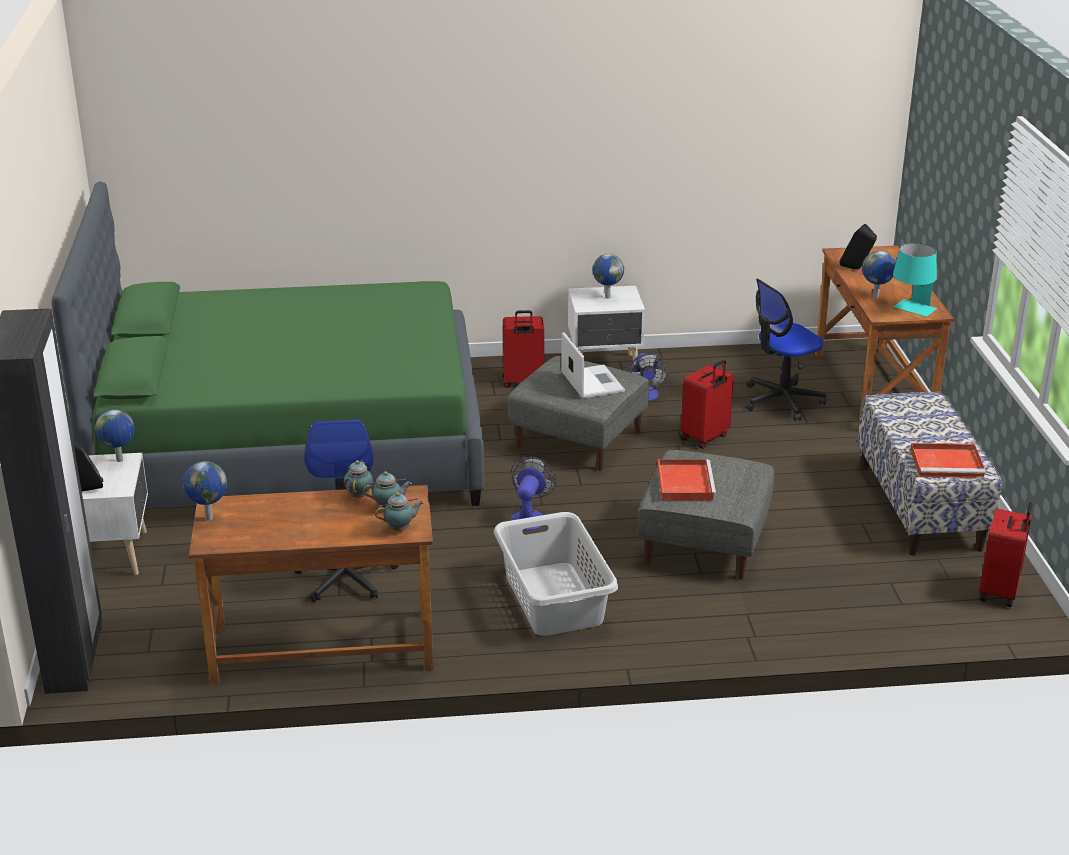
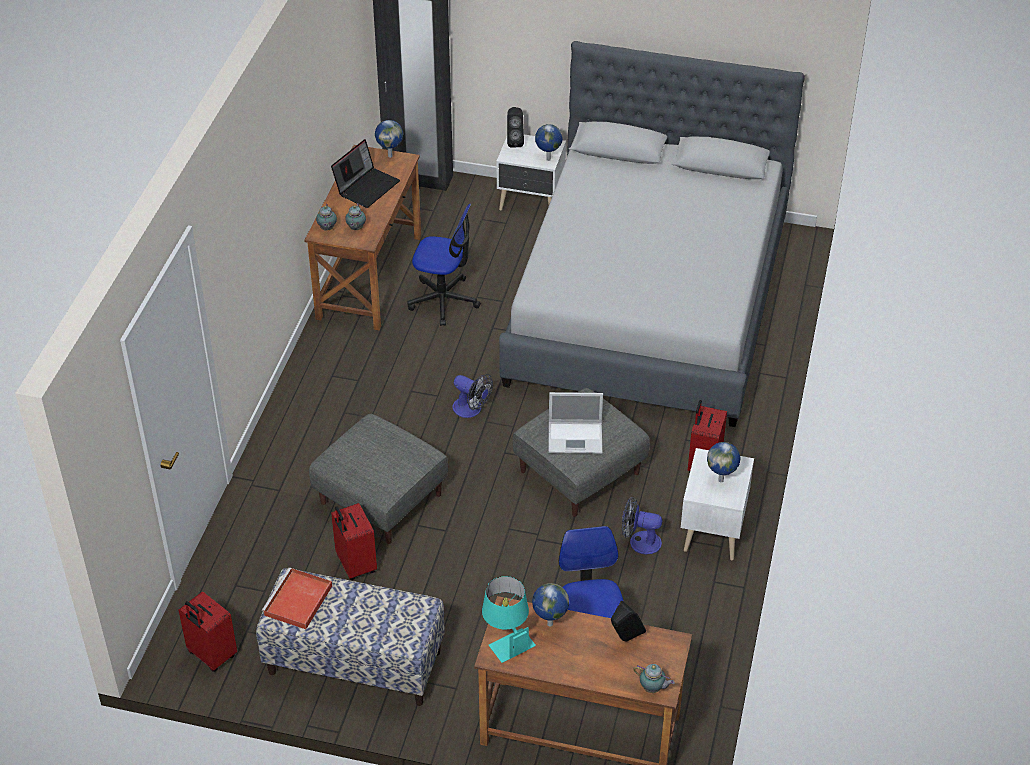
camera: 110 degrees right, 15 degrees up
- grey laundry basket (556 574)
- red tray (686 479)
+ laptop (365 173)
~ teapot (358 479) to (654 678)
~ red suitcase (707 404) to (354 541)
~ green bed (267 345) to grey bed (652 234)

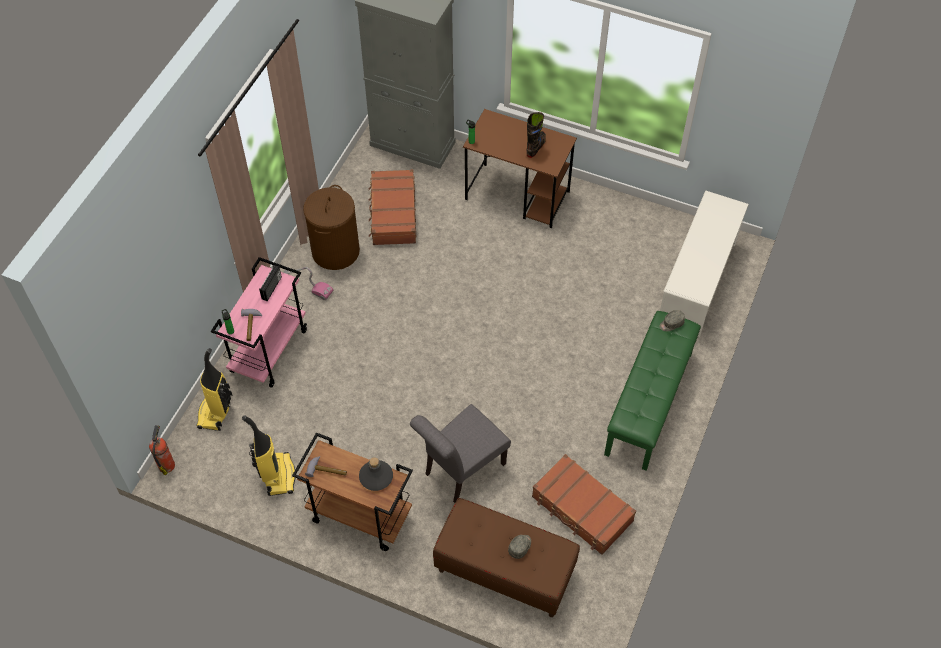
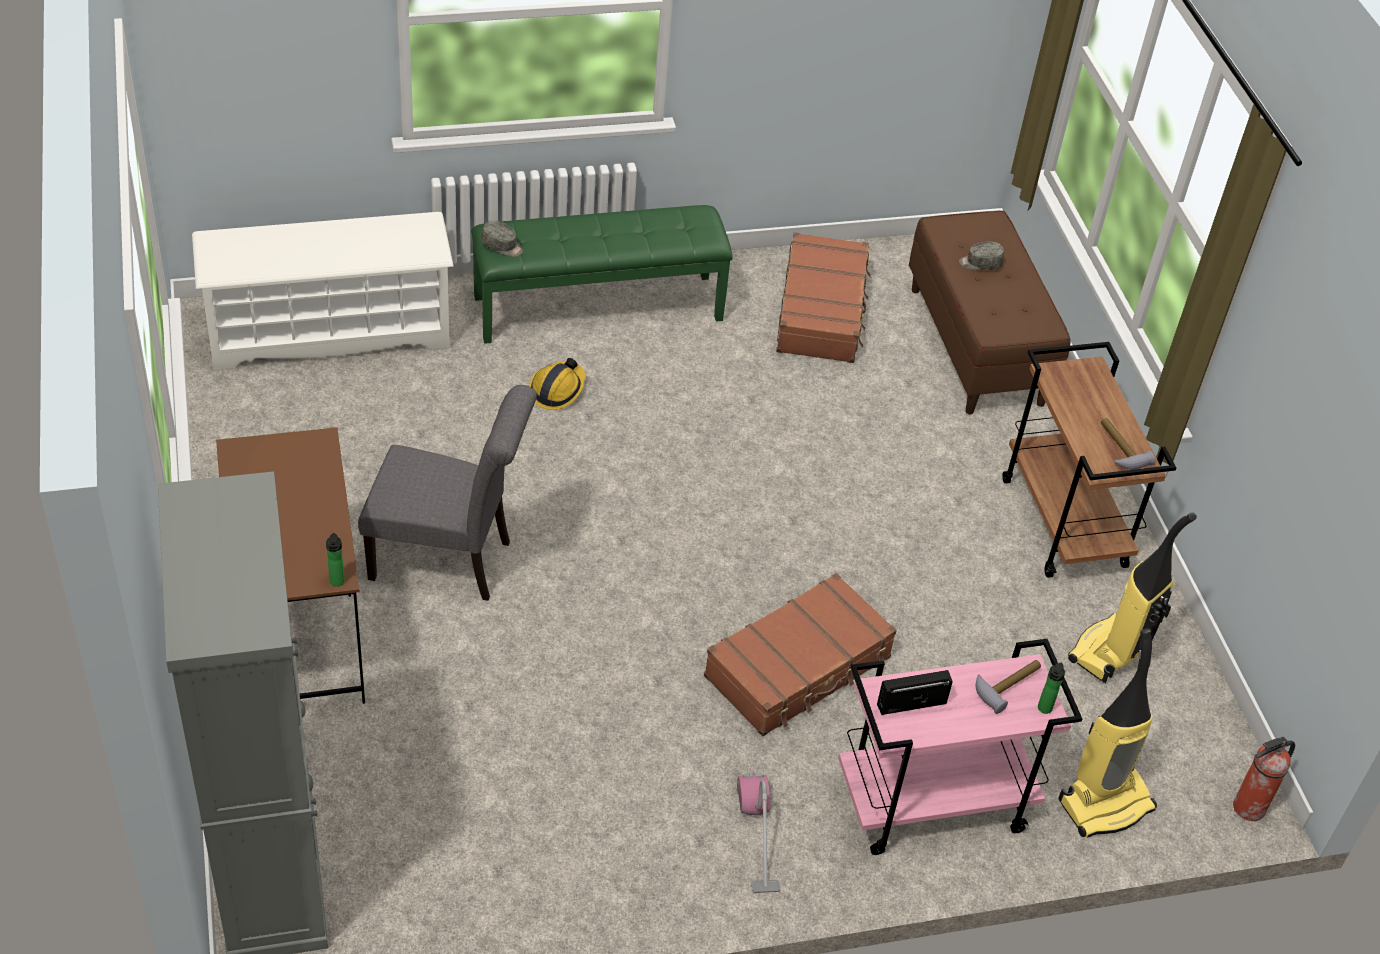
camera: 130 degrees left, 10 degrees down
- brown laundry basket (331 227)
- grey bottle (376 474)
- black boot (536 135)
+ hard hat (557 384)
~ brown suitcase (392 207) to (800 654)
~ grey chair (460 453) to (447 493)

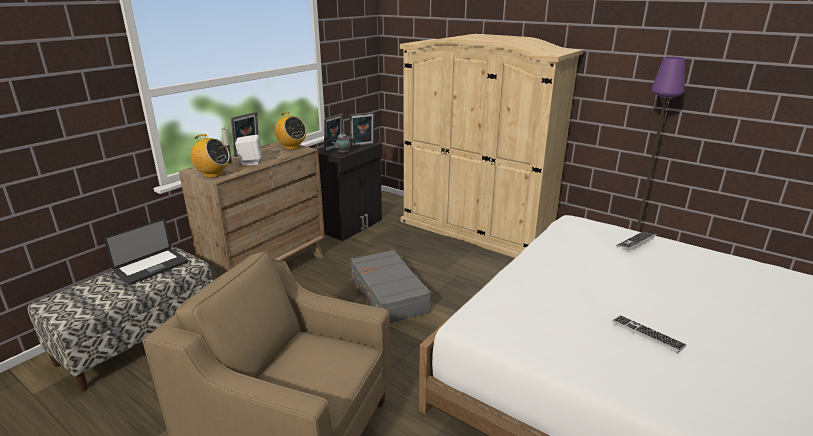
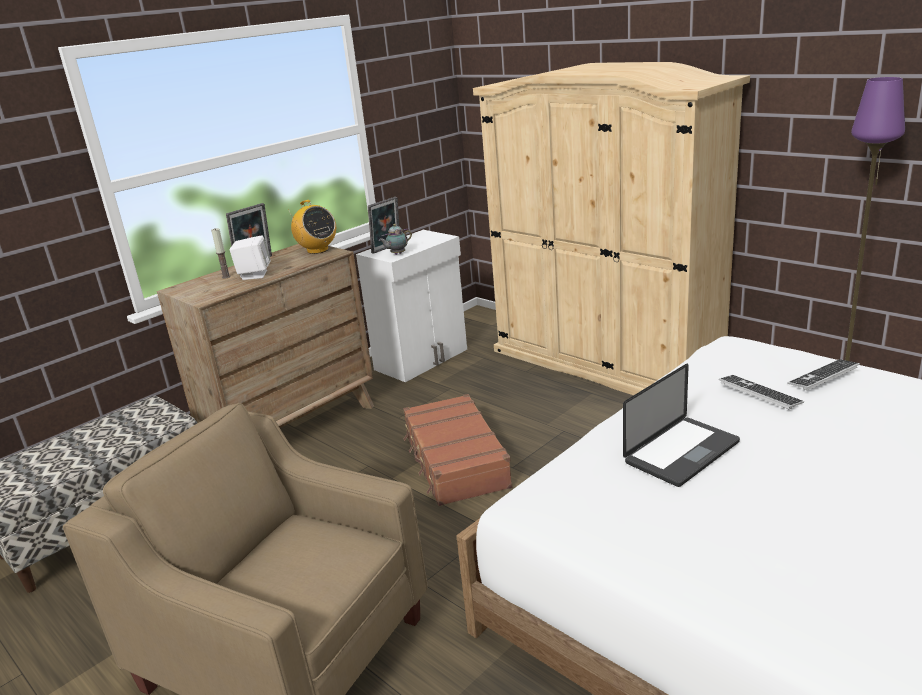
camera: 10 degrees right, 0 degrees up
- radio (208 156)
- picture frame (362 129)
~ laptop (146 252) to (681 425)
~ keyboard (649 334) to (761 392)
~ black cabinet (350 190) to white cabinet (411 306)
~ grey suitcase (390 286) to brown suitcase (457 450)

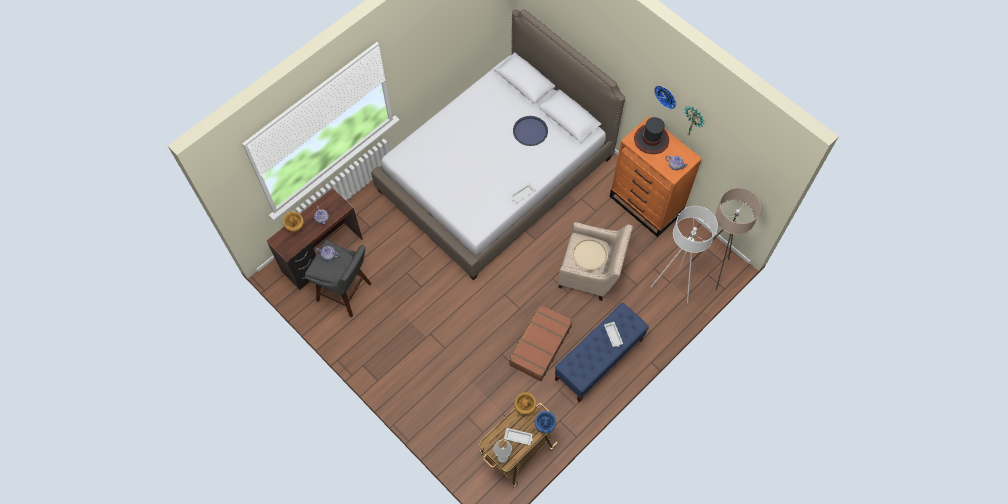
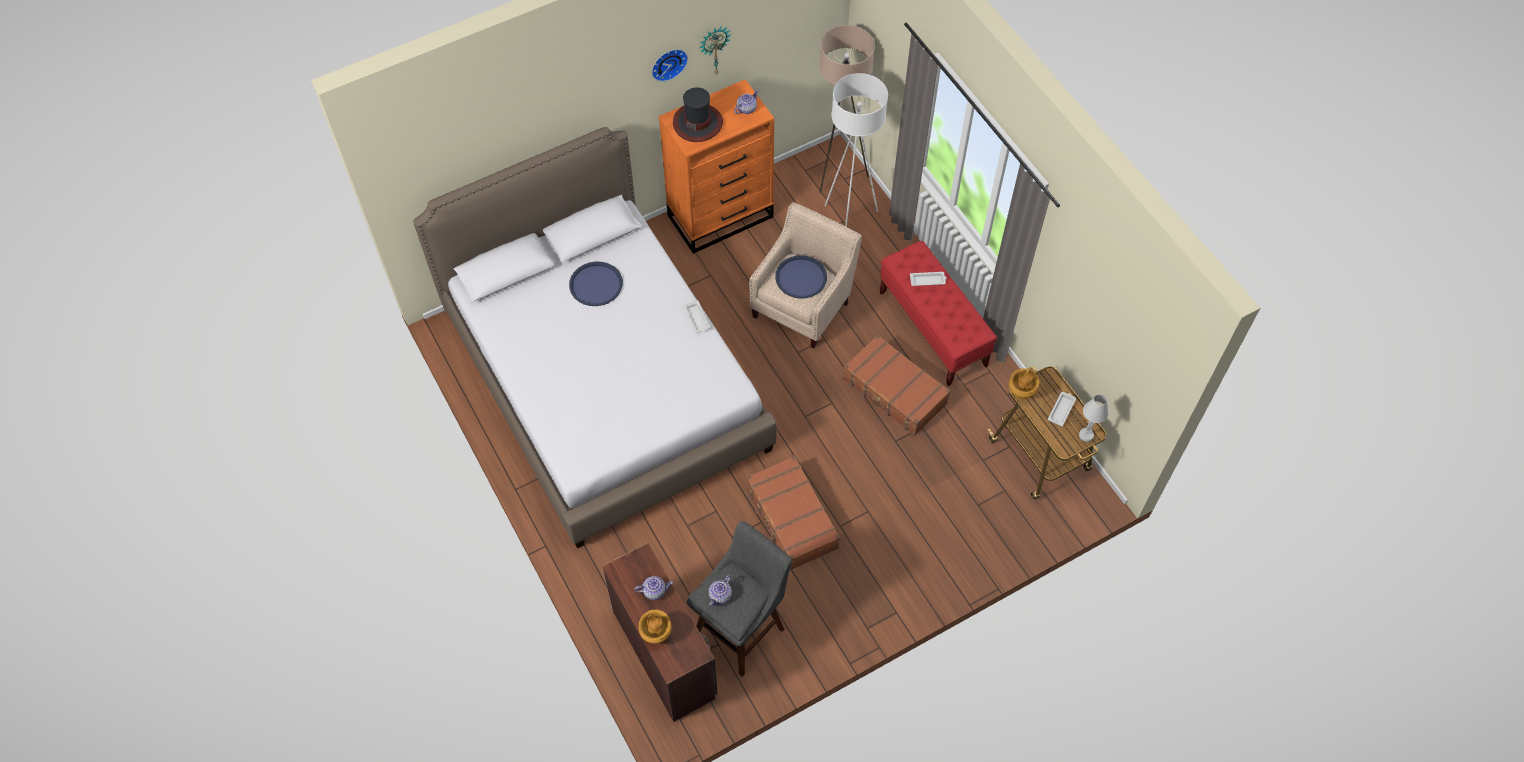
camera: 75 degrees left, 5 degrees down
- blue vase (545 422)
+ brown suitcase (793 513)
~ blue bench (602 353) to red bench (938 313)
~ beige tray (590 254) to blue tray (801 277)

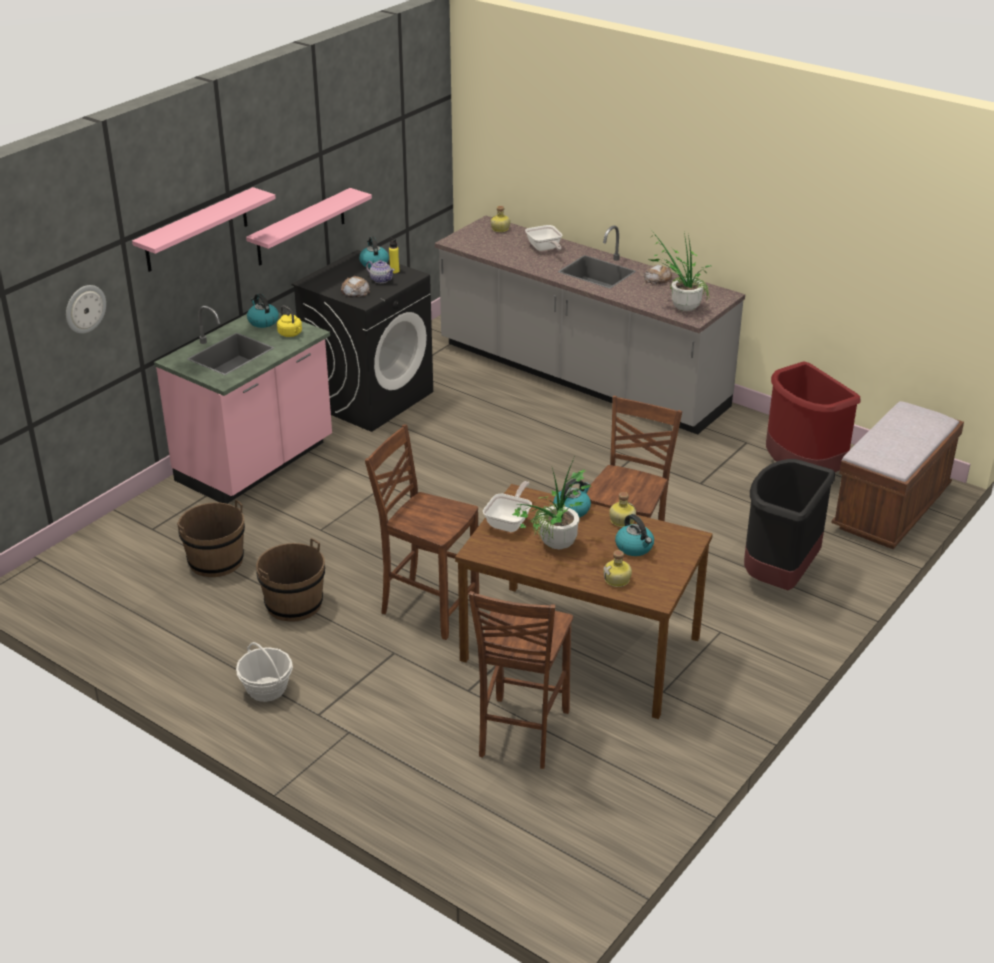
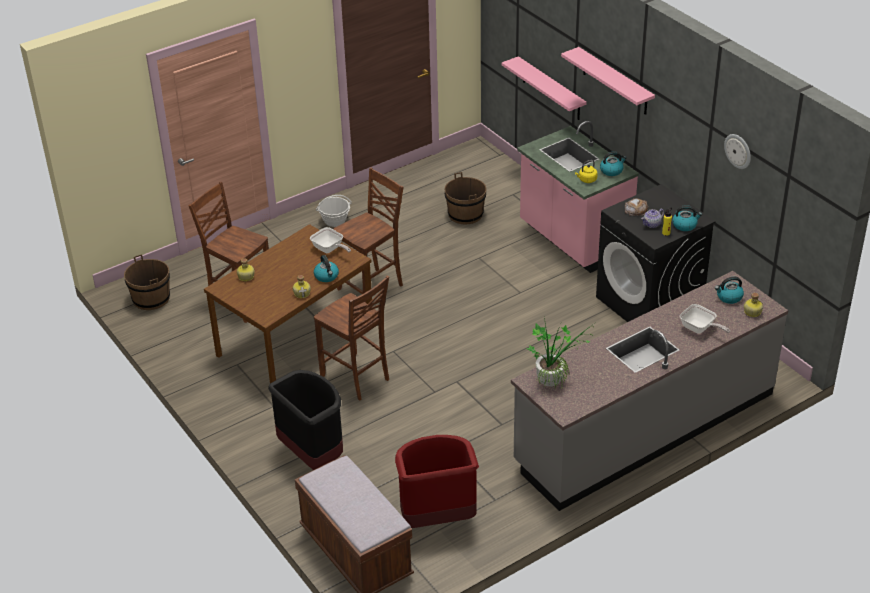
camera: 110 degrees right, 5 degrees up
- potted plant (551 504)
- bread (658 274)
~ wall clock (86 309) to (737 151)
~ pink shelf (309 226) to (544 88)
~ brown bucket (290 580) to (147 282)
~ kettle (634 535) to (729 290)
~ frying pan (544 238) = (705 319) 135 degrees counterclockwise

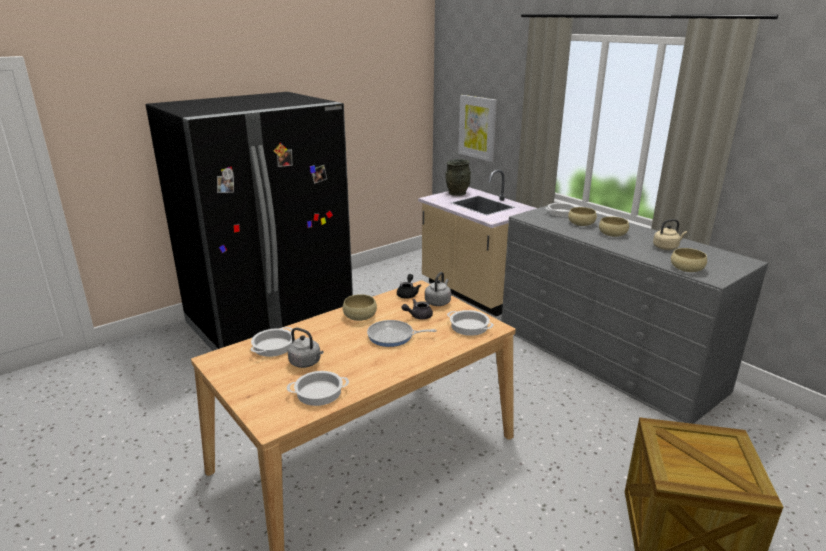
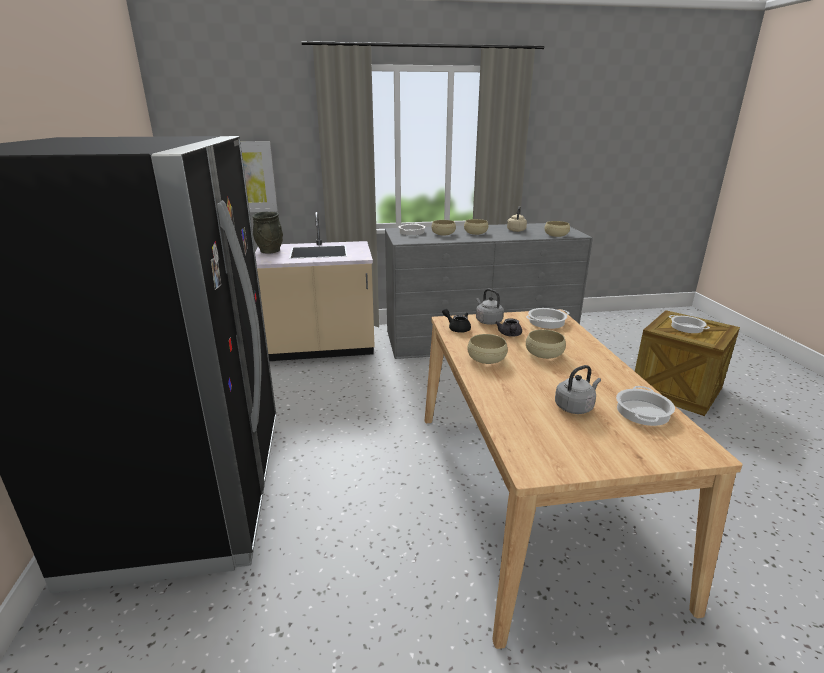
camera: 60 degrees left, 0 degrees up
~ cooking pot (271 342) to (689 324)
~ frying pan (402 333) to beige bowl (546 344)

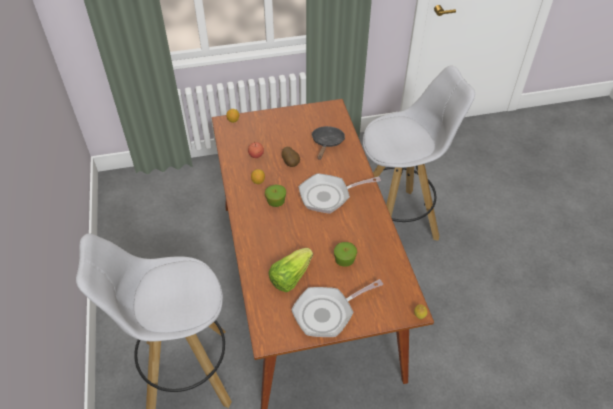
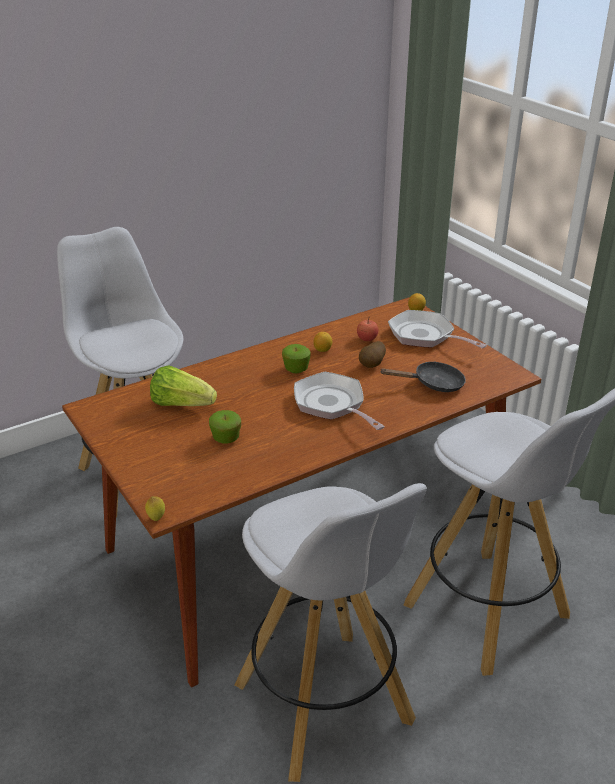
camera: 70 degrees right, 15 degrees down
+ white stool (330 632)
~ frying pan (337 308) to (437 329)

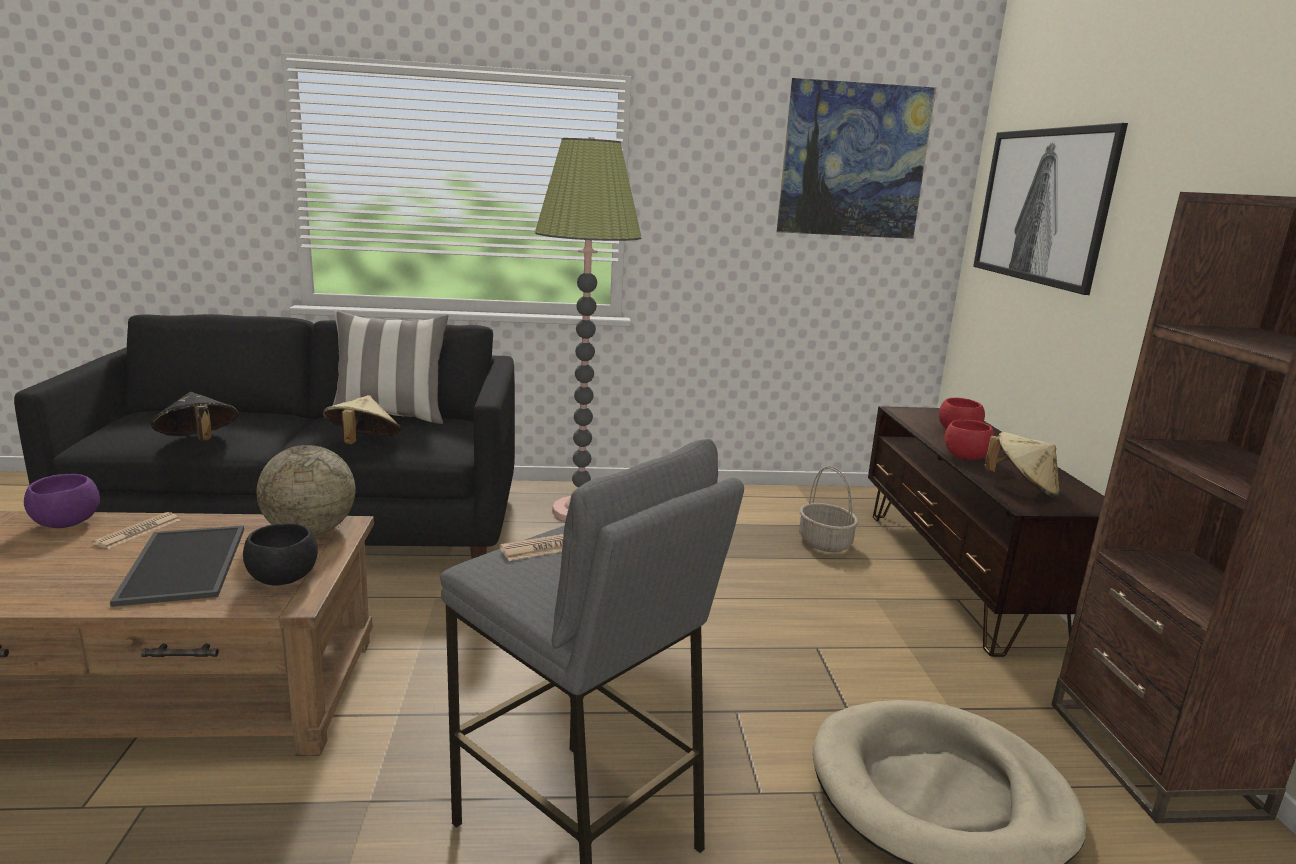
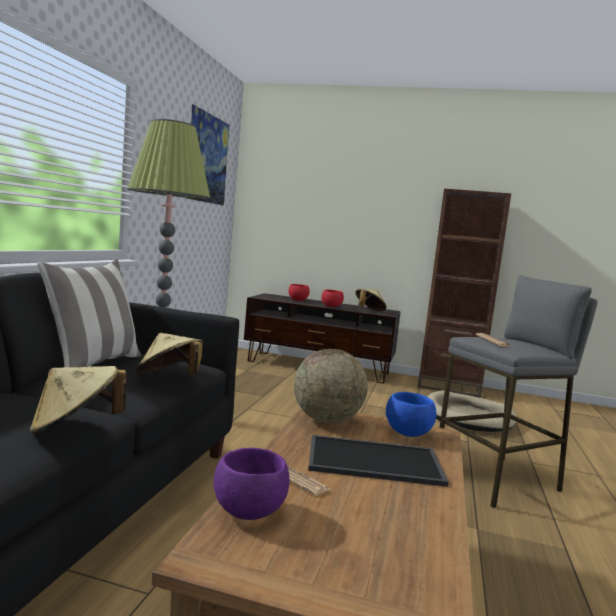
camera: 70 degrees left, 10 degrees down
- basket (828 509)
- picture (1050 209)
~ black hat (195 416) to beige hat (78 400)
~ black bowl (280 554) to blue bowl (411 414)

